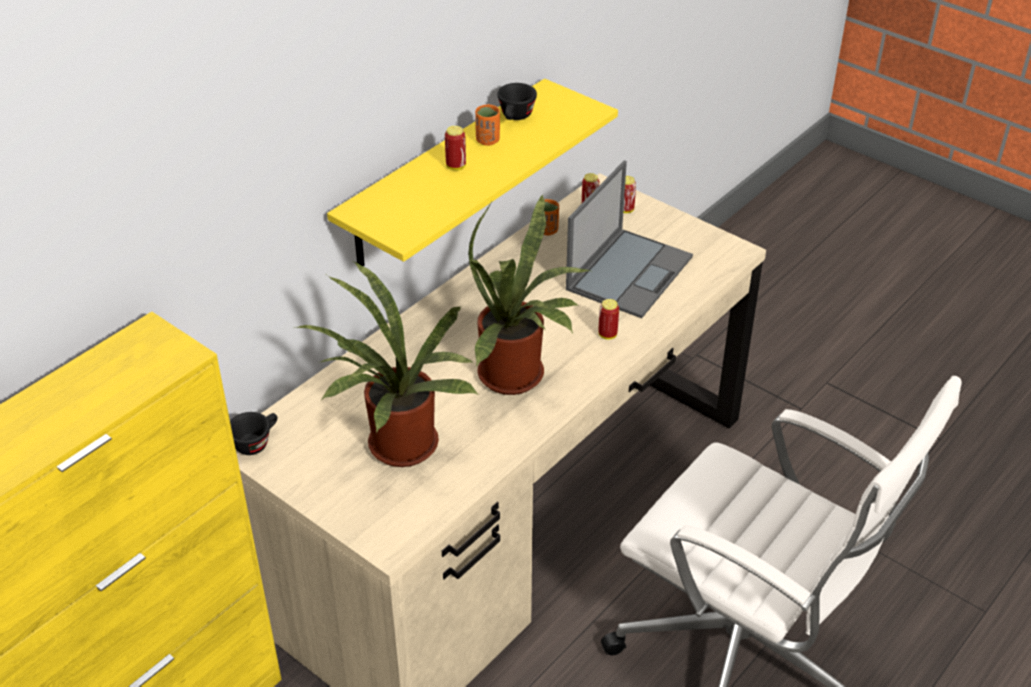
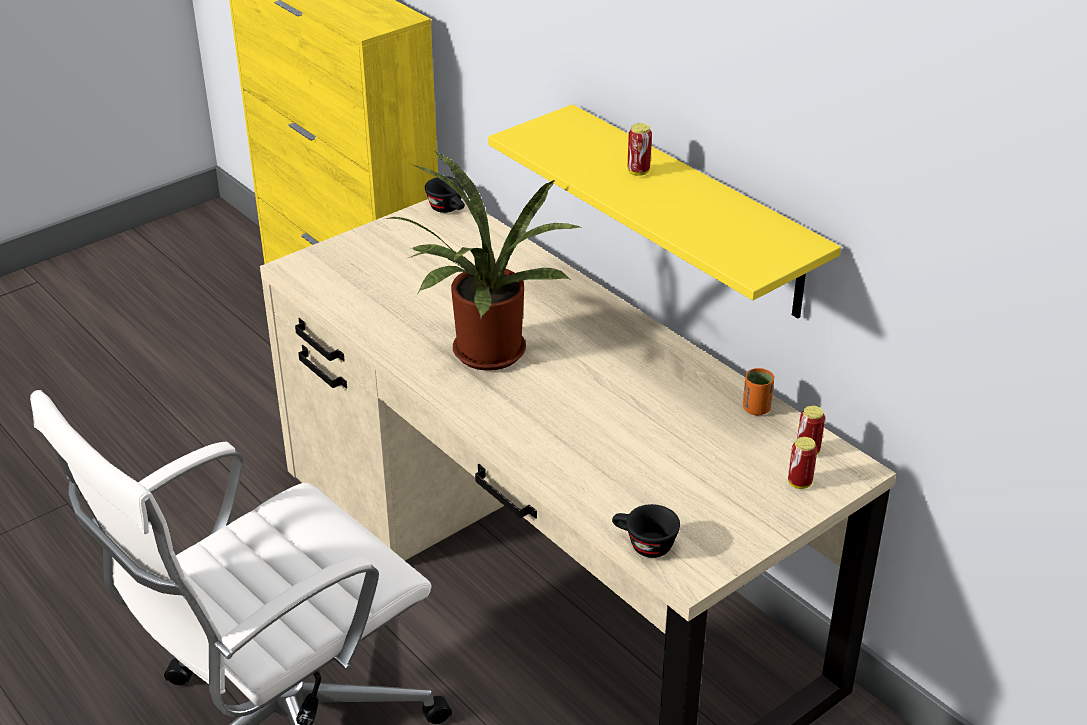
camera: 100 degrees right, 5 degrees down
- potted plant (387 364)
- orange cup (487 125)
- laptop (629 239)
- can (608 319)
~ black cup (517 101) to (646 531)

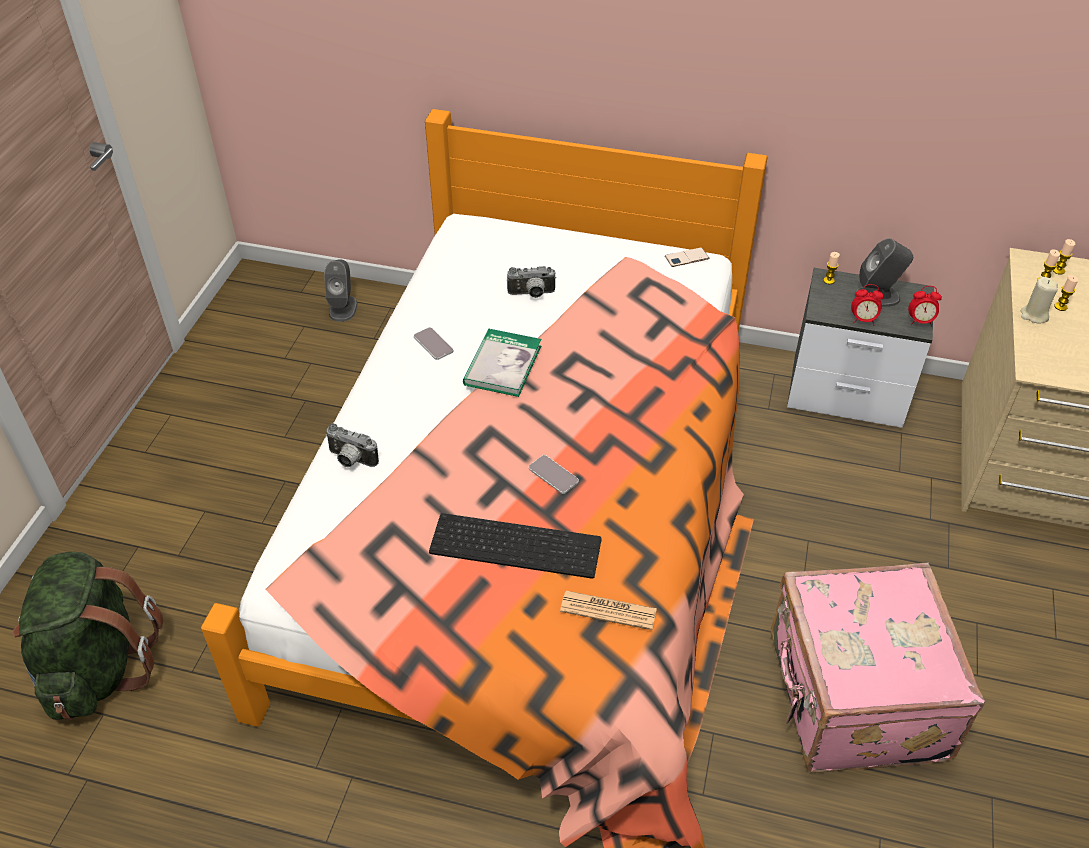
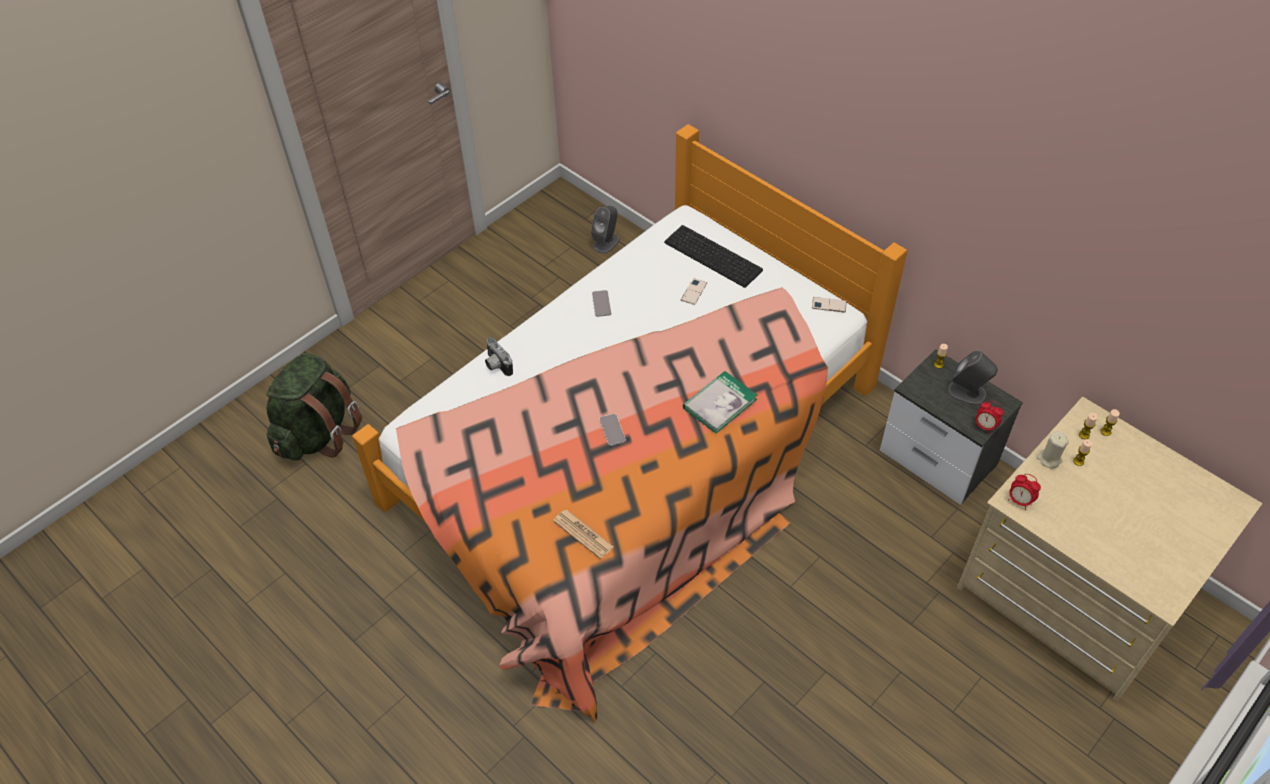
camera: 30 degrees right, 5 degrees up
- pink suitcase (878 667)
~ keyboard (515 546) to (713 256)
~ book (502 363) to (720 402)
~ alarm clock (867 304) to (1024 492)
~ photo camera (531 282) to phone (694 291)

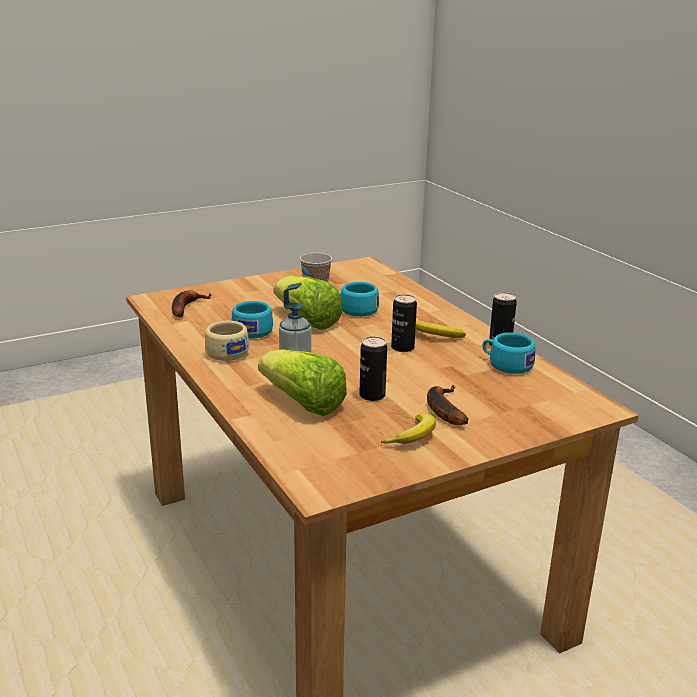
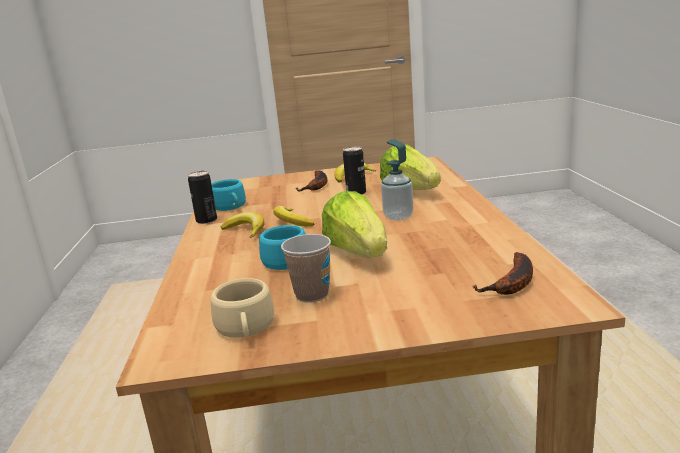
camera: 155 degrees left, 5 degrees down
- turquoise cup (252 320)
~ beige cup (227 341) to (242 308)
~ can (404 323) to banana (294 216)

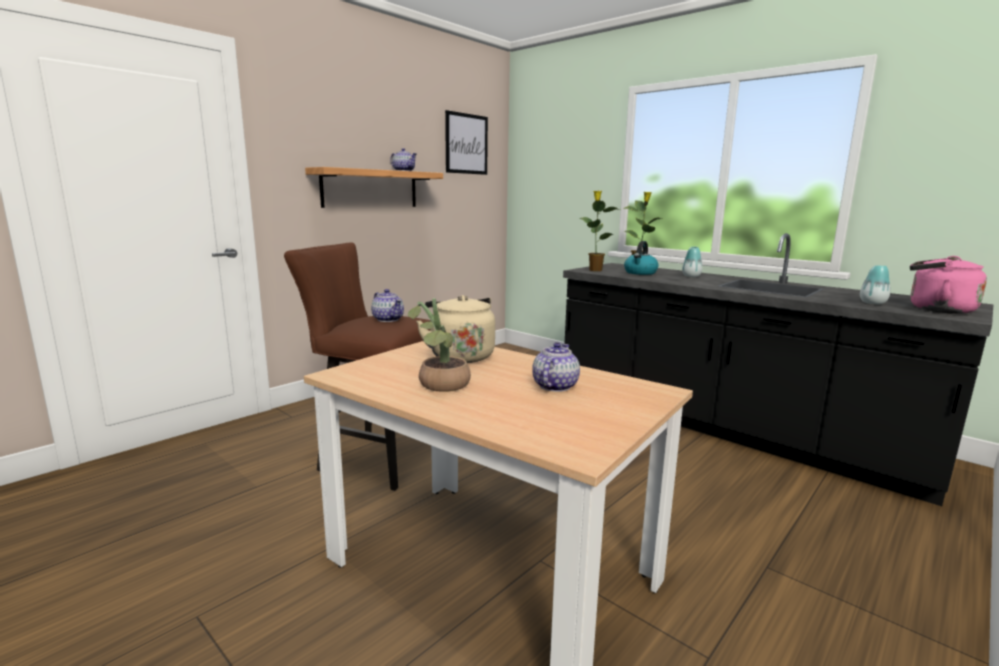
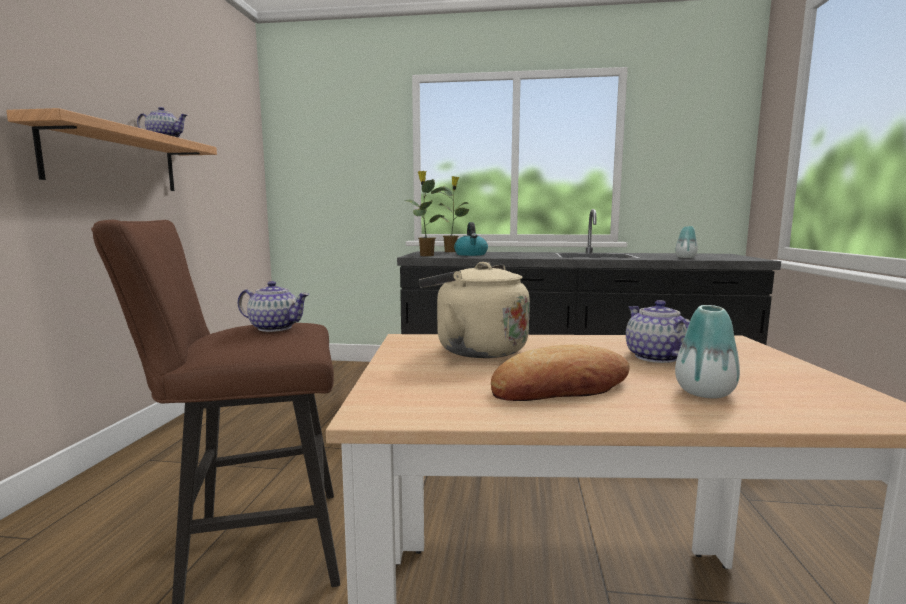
camera: 35 degrees left, 5 degrees down
- picture (466 142)
- pink kettle (948 285)
~ vase (692 262) to (707 352)
~ potted plant (439 345) to bread (560 372)

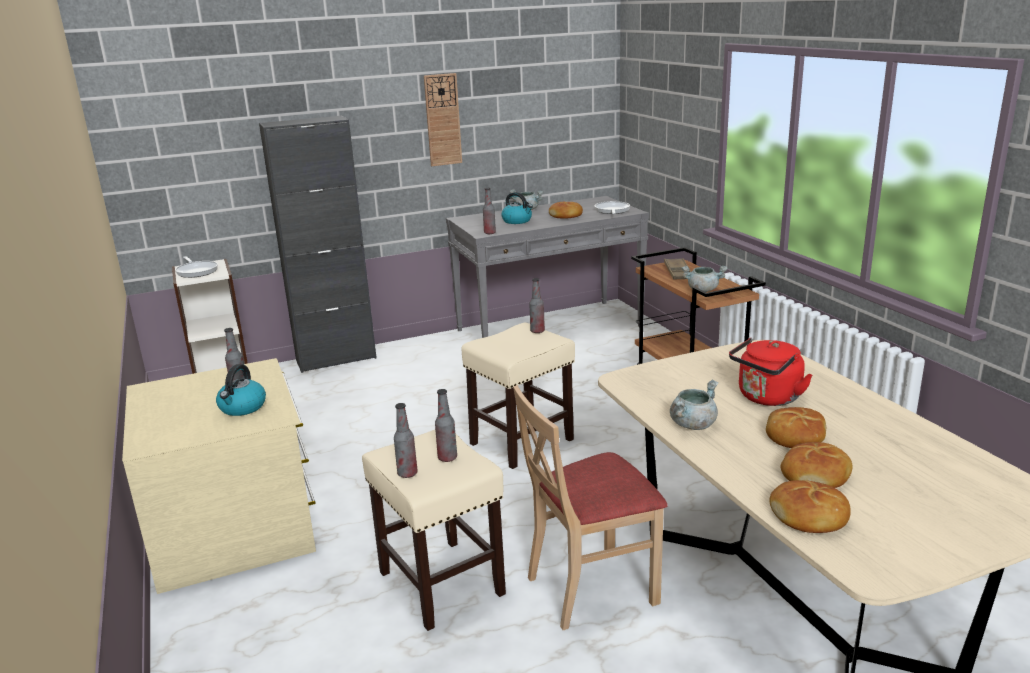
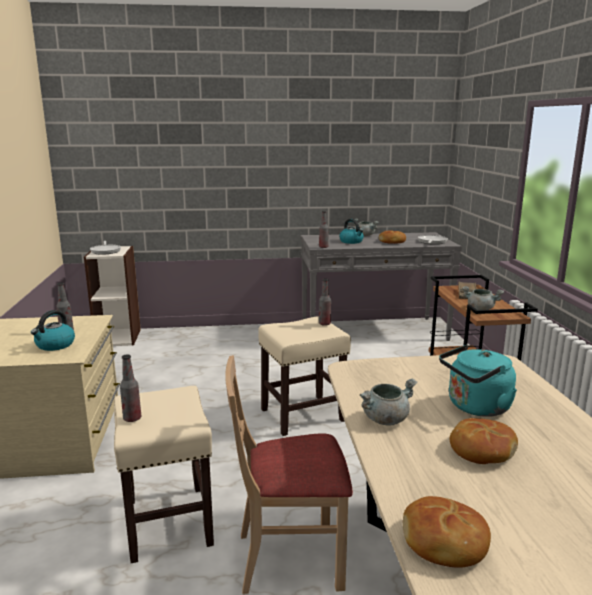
camera: 15 degrees right, 5 degrees down
- black cabinet (318 244)
- wall clock (443 119)
- bottle (446 425)
- bread (816 465)
~ red kettle (771 372) to turquoise kettle (478 381)

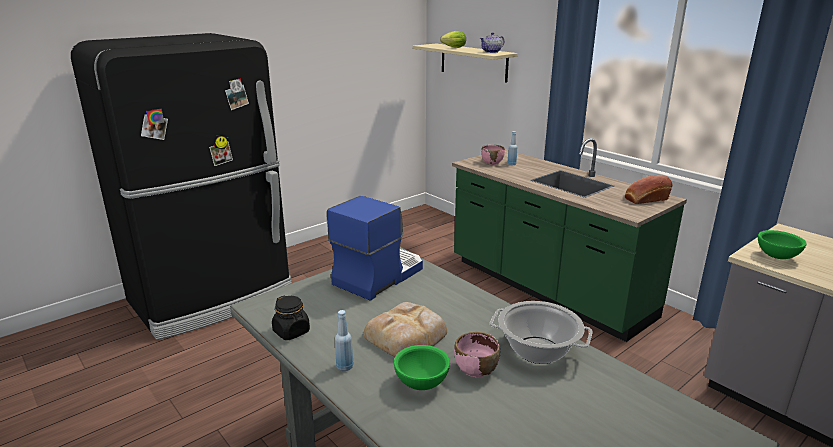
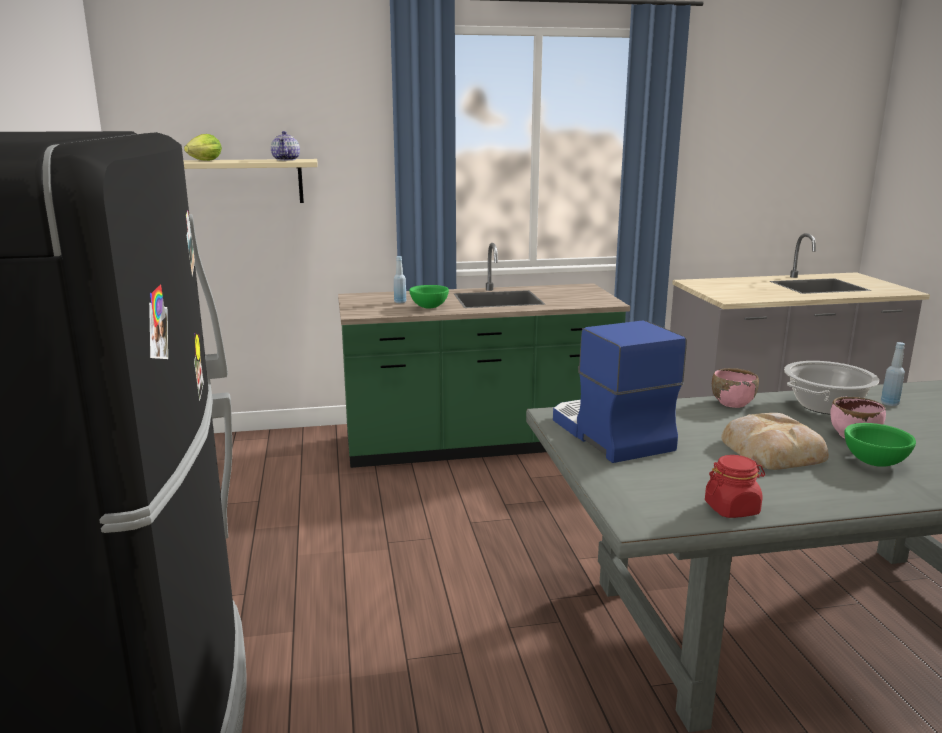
camera: 60 degrees left, 5 degrees down
- bread (648 189)
~ blue bottle (344 340) to (893 374)
~ pink bowl (493 155) to (735 388)
~ green bowl (782 244) to (429 297)
~ black jar (291 317) to red jar (735 486)

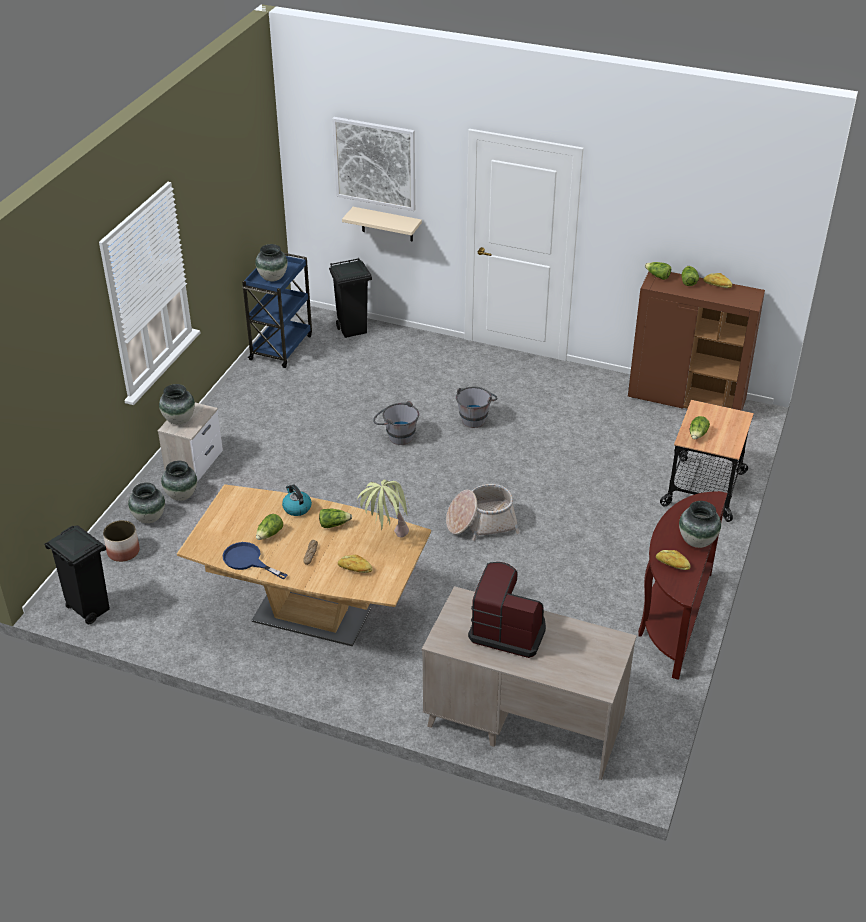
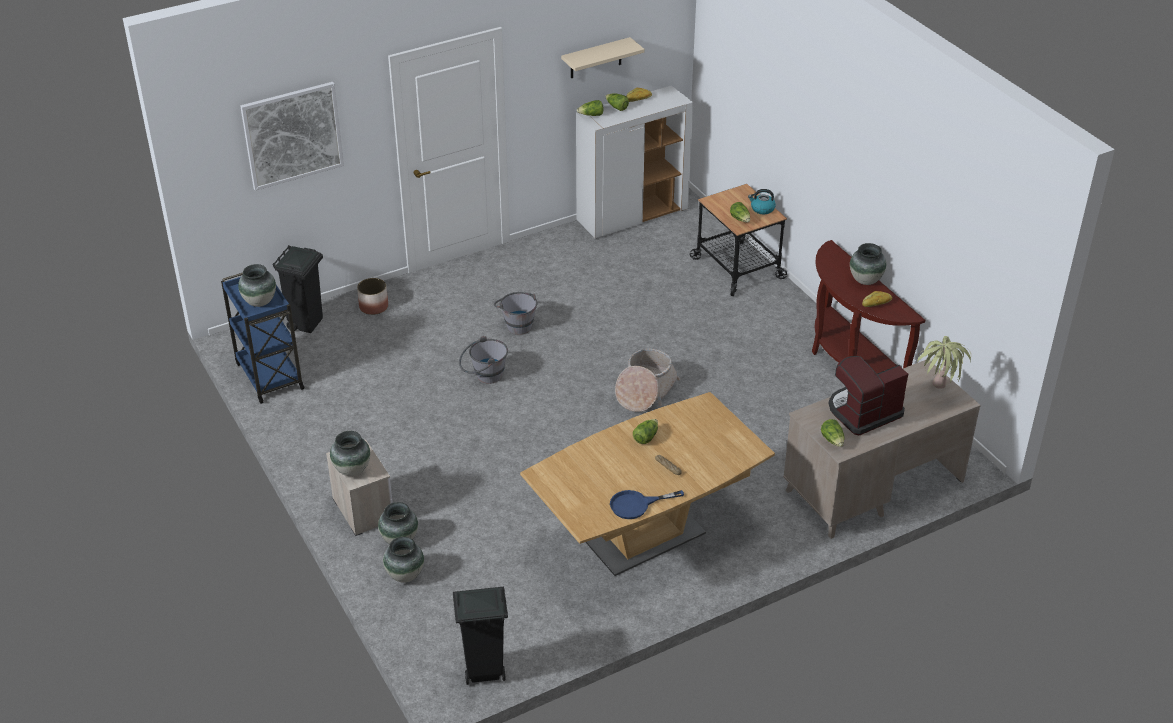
camera: 50 degrees left, 0 degrees up
- bread (355 564)
~ planter (121 541) to (372 296)
~ lettuce (269 527) to (832 433)
~ kettle (297 500) to (762 201)
~ beige shelf (382 224) to (603 57)
~ potted plant (383 508) to (944 362)
~ brown cabinet (696 341) to white cabinet (634 162)

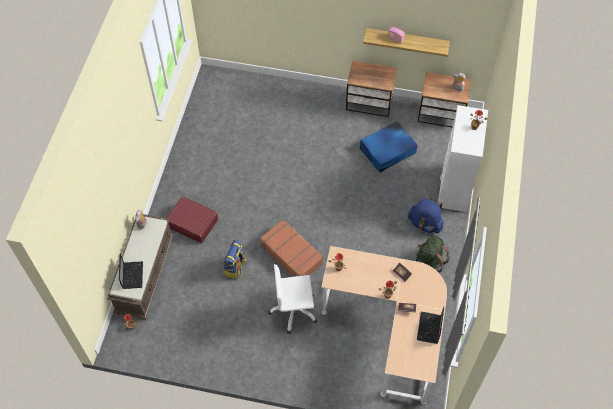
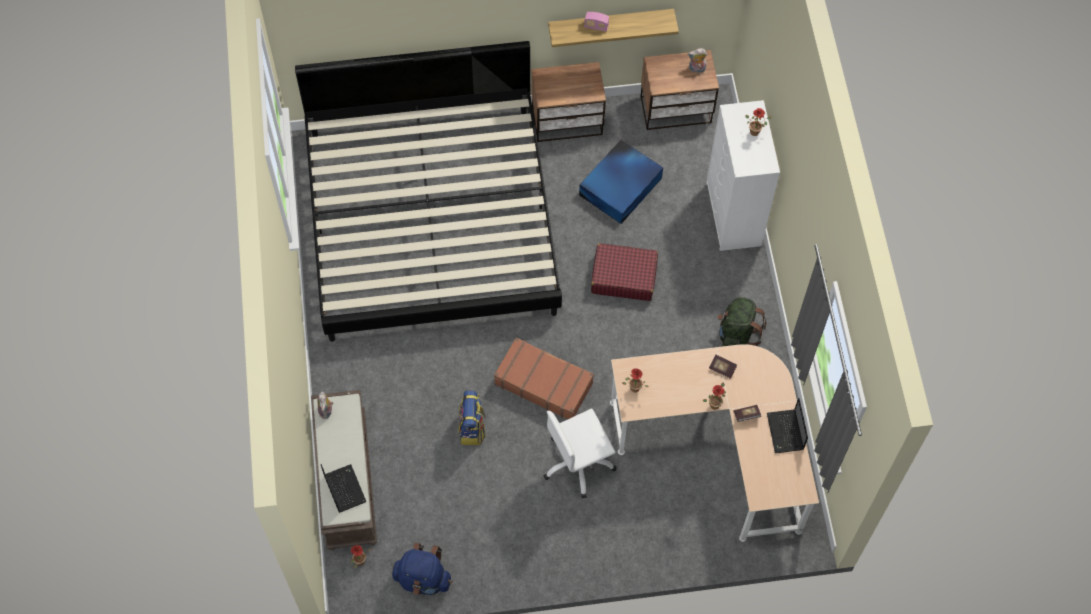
camera: 20 degrees left, 5 degrees up
+ bed (428 191)
~ red suitcase (192 220) to (624 272)
~ blue backpack (426 215) to (422 569)

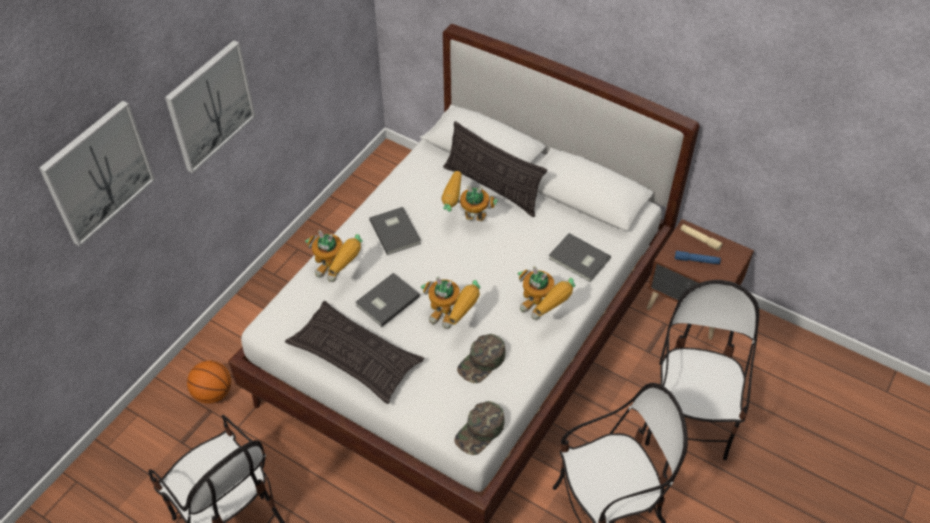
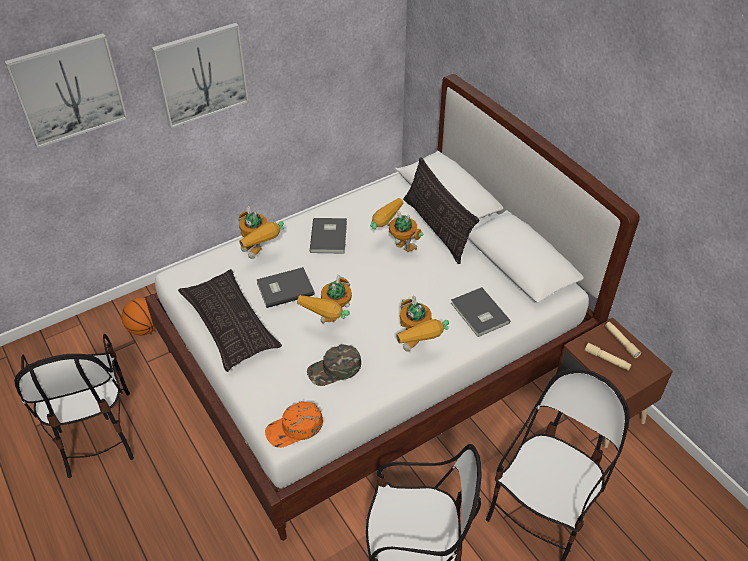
camera: 25 degrees right, 5 degrees down
~ green cap (479 428) to orange cap (294 424)
~ blue flashlight (698 257) to beige flashlight (608 357)
~ toy robot (451 303) = (324 299) 60 degrees clockwise

